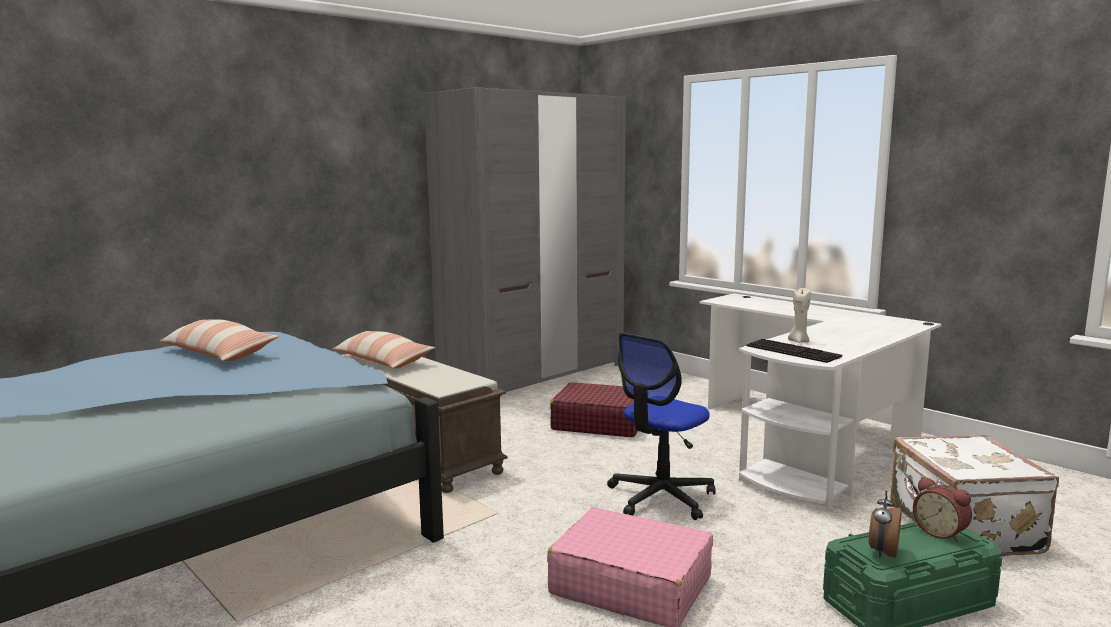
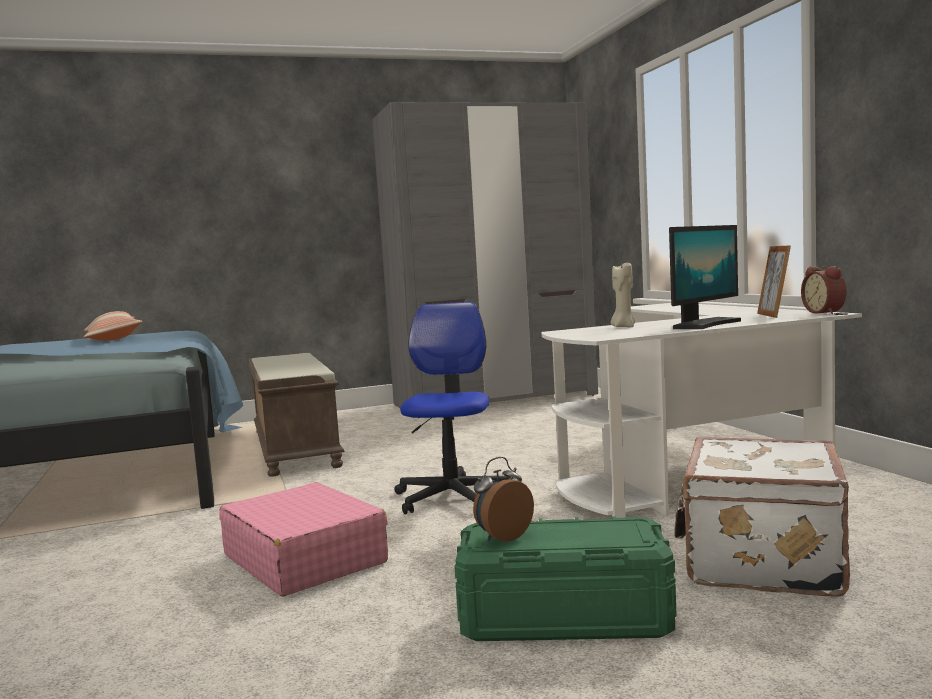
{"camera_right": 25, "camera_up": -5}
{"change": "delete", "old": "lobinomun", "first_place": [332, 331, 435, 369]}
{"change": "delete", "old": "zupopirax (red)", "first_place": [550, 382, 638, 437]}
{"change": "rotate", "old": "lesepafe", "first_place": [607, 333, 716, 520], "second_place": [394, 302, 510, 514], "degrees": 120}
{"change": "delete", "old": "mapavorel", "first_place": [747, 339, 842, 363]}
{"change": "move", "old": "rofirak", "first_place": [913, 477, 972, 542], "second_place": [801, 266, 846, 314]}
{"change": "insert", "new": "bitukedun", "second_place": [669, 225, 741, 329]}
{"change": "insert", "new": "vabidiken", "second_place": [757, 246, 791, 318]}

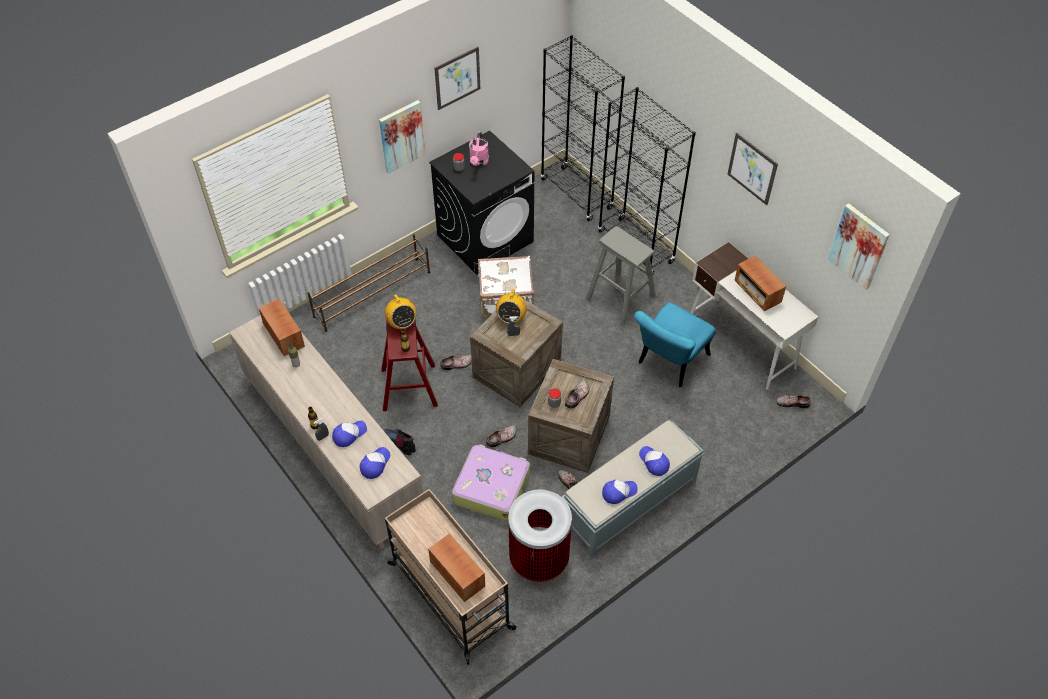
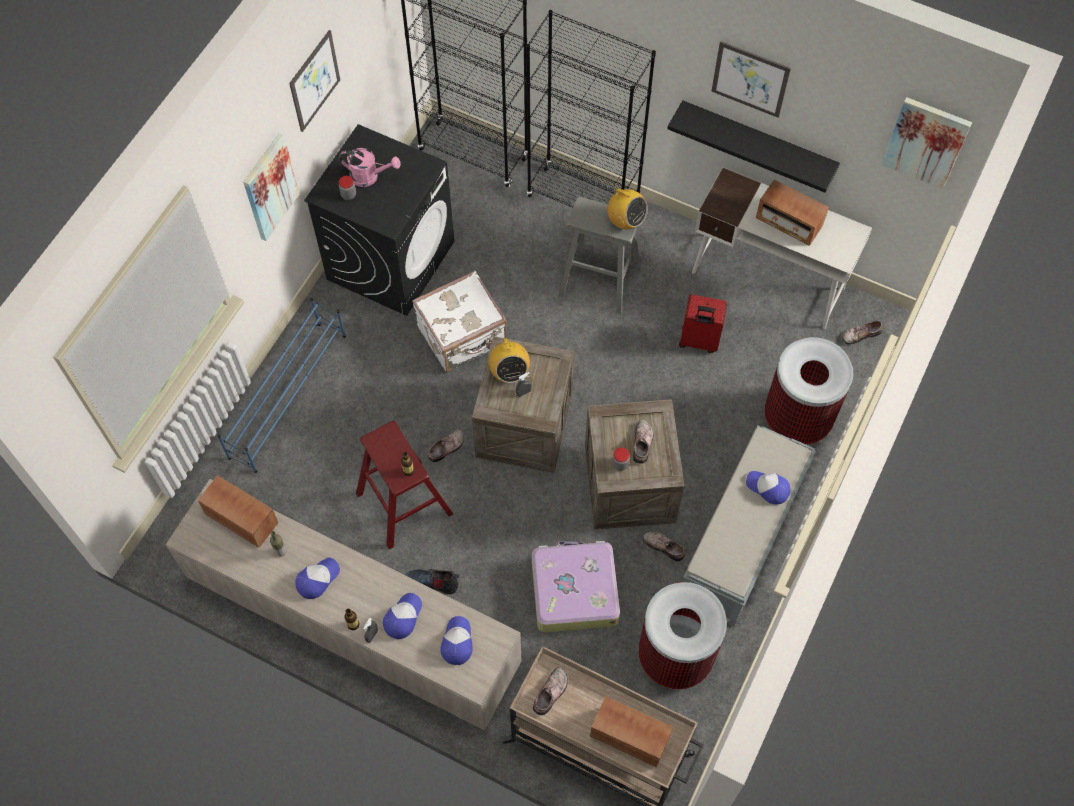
{"camera_right": -25, "camera_up": 10}
{"change": "recolor", "old": "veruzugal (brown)", "new": "veruzugal (blue)", "first_place": [307, 234, 430, 332], "second_place": [217, 298, 346, 473]}
{"change": "move", "old": "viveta", "first_place": [385, 294, 417, 330], "second_place": [604, 188, 648, 229]}
{"change": "rotate", "old": "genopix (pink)", "first_place": [469, 132, 489, 167], "second_place": [339, 148, 400, 187], "degrees": -60}
{"change": "move", "old": "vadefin", "first_place": [486, 425, 516, 447], "second_place": [533, 667, 568, 715]}
{"change": "move", "old": "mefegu", "first_place": [602, 479, 638, 504], "second_place": [295, 558, 340, 599]}
{"change": "replace", "old": "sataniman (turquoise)", "new": "zupopirax (red)", "first_place": [634, 302, 716, 387], "second_place": [679, 295, 727, 353]}
{"change": "insert", "new": "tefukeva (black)", "second_place": [667, 100, 840, 193]}
{"change": "insert", "new": "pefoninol", "second_place": [764, 337, 853, 444]}

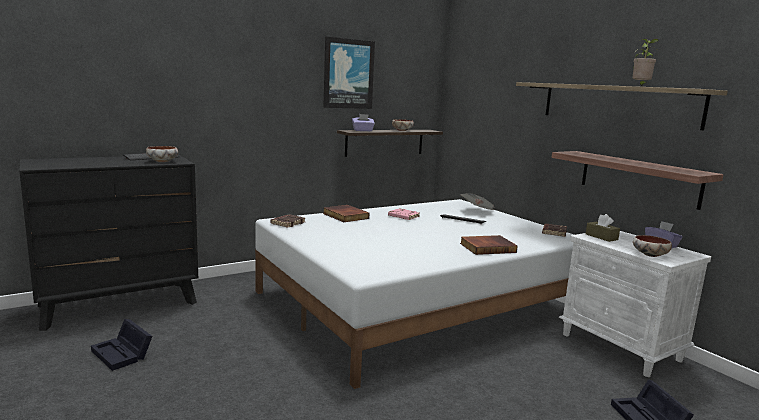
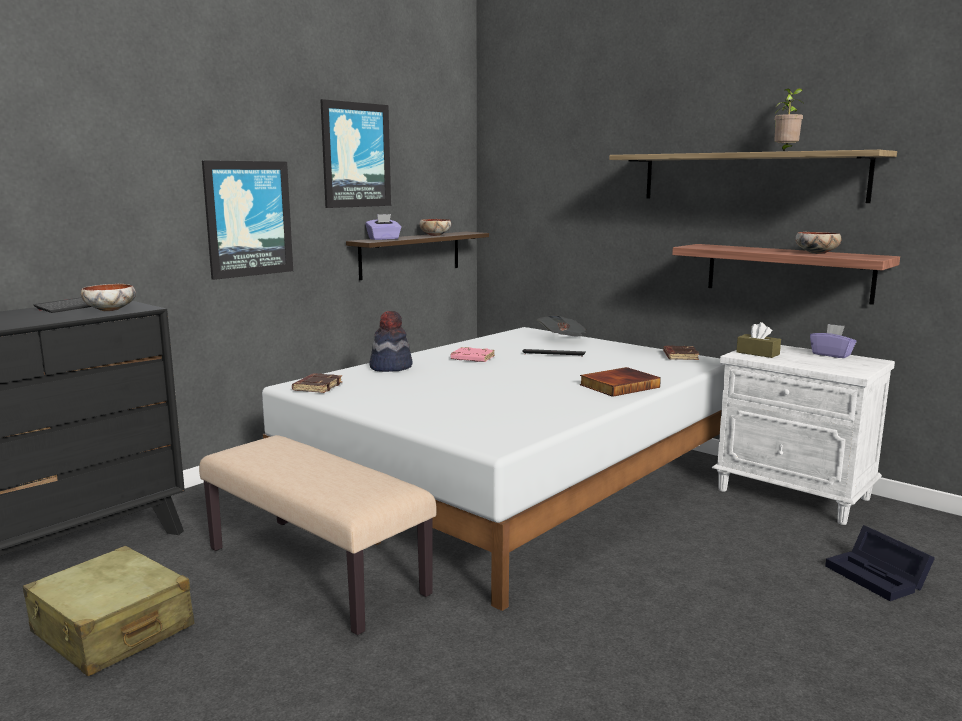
{"camera_right": -15, "camera_up": 0}
{"change": "replace", "old": "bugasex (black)", "new": "zupopirax (beige)", "first_place": [91, 319, 152, 371], "second_place": [23, 546, 194, 677]}
{"change": "replace", "old": "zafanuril", "new": "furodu", "first_place": [323, 205, 369, 222], "second_place": [369, 311, 412, 372]}
{"change": "move", "old": "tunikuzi", "first_place": [633, 235, 672, 257], "second_place": [795, 232, 841, 254]}
{"change": "insert", "new": "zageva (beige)", "second_place": [199, 435, 437, 635]}
{"change": "insert", "new": "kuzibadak", "second_place": [202, 160, 293, 280]}

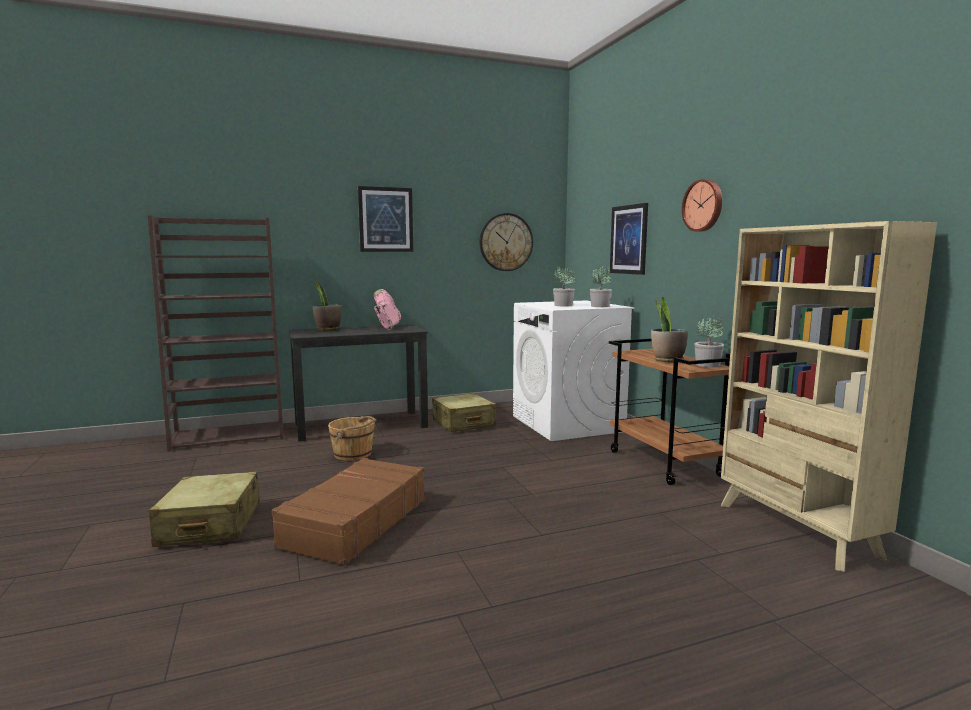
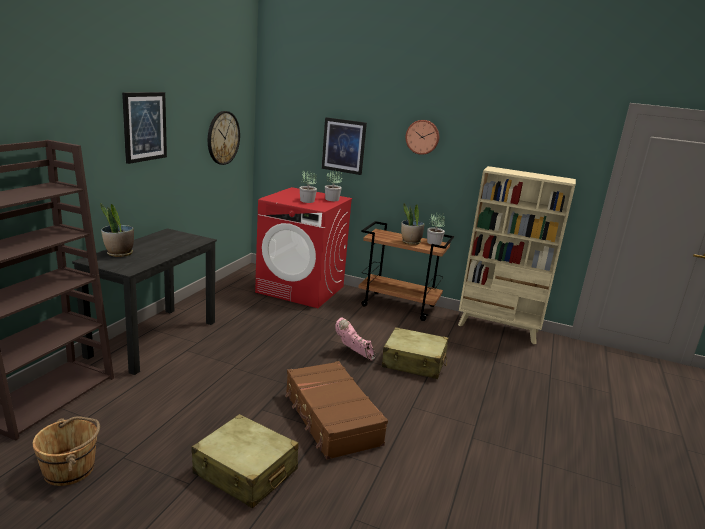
{"camera_right": -50, "camera_up": 10}
{"change": "move", "old": "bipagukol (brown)", "first_place": [328, 416, 377, 461], "second_place": [32, 416, 100, 486]}
{"change": "move", "old": "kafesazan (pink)", "first_place": [374, 289, 401, 330], "second_place": [335, 317, 375, 361]}
{"change": "move", "old": "zupopirax (beige)", "first_place": [432, 393, 496, 432], "second_place": [382, 327, 448, 379]}
{"change": "recolor", "old": "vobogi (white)", "new": "vobogi (red)", "first_place": [513, 300, 634, 441], "second_place": [255, 187, 352, 308]}

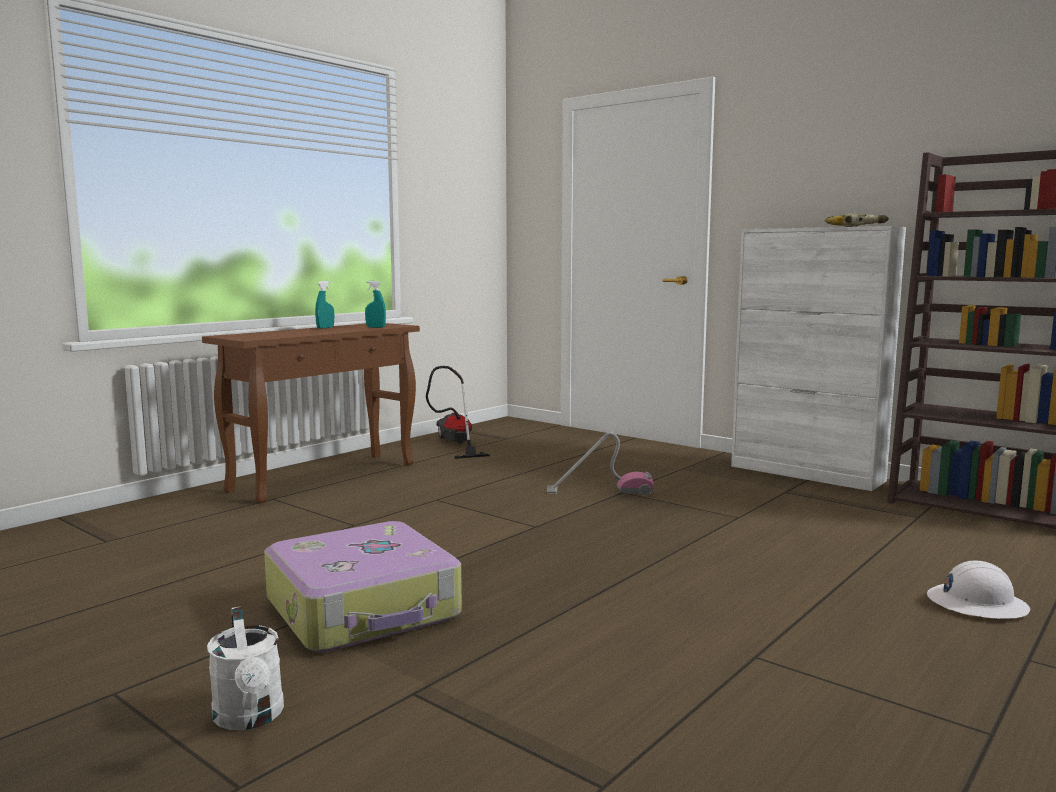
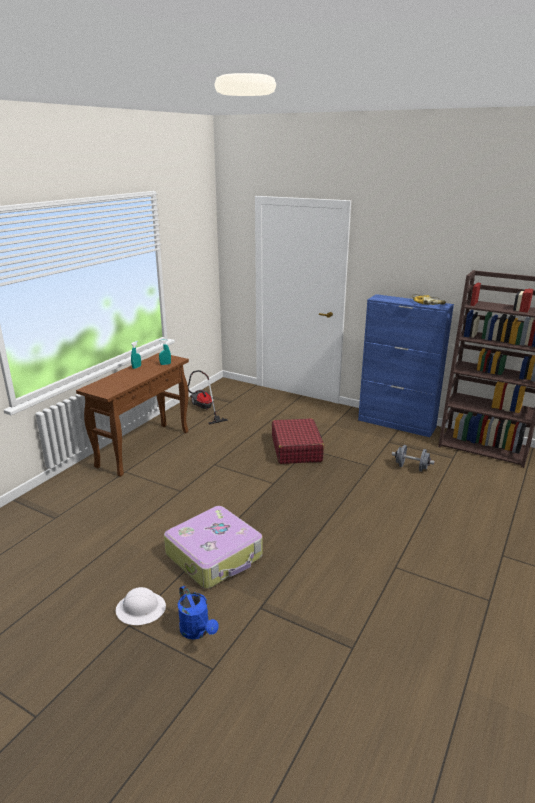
{"camera_right": -10, "camera_up": 15}
{"change": "recolor", "old": "genopix (white)", "new": "genopix (blue)", "first_place": [207, 606, 284, 730], "second_place": [178, 586, 219, 640]}
{"change": "replace", "old": "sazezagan", "new": "zupopirax (red)", "first_place": [547, 432, 654, 495], "second_place": [272, 418, 324, 464]}
{"change": "recolor", "old": "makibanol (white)", "new": "makibanol (blue)", "first_place": [731, 226, 906, 491], "second_place": [358, 294, 454, 437]}
{"change": "move", "old": "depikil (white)", "first_place": [927, 561, 1030, 619], "second_place": [116, 587, 166, 625]}
{"change": "insert", "new": "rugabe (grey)", "second_place": [392, 445, 435, 472]}

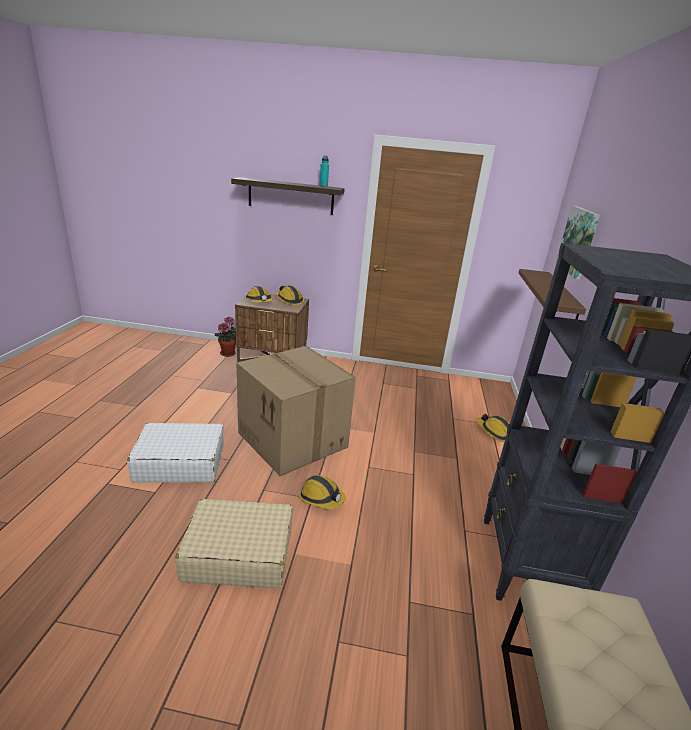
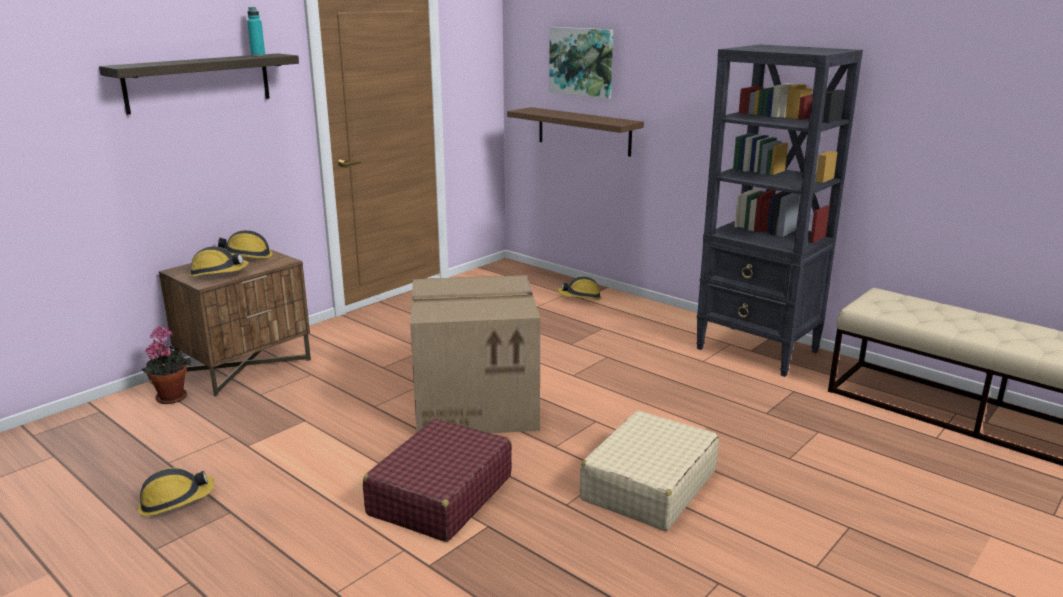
{"camera_right": -55, "camera_up": -5}
{"change": "recolor", "old": "zupopirax (white)", "new": "zupopirax (red)", "first_place": [127, 423, 224, 482], "second_place": [363, 419, 512, 542]}
{"change": "move", "old": "depikil", "first_place": [299, 475, 346, 509], "second_place": [138, 468, 214, 516]}

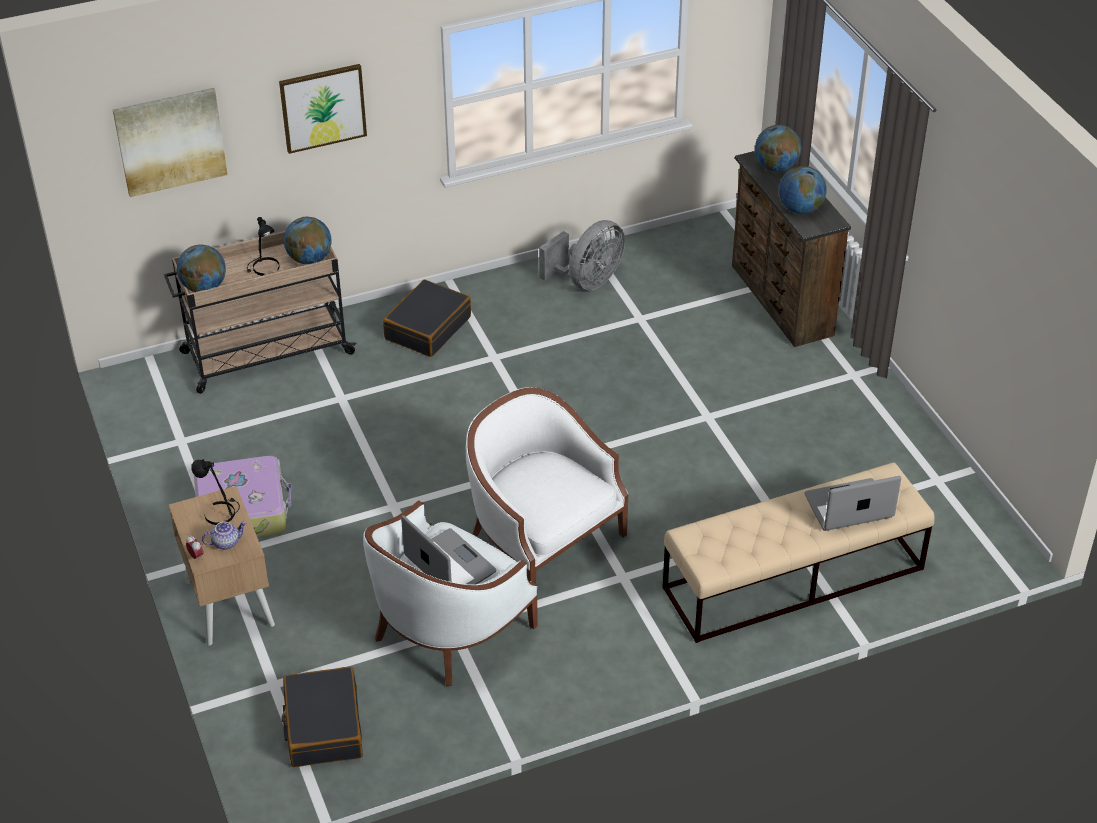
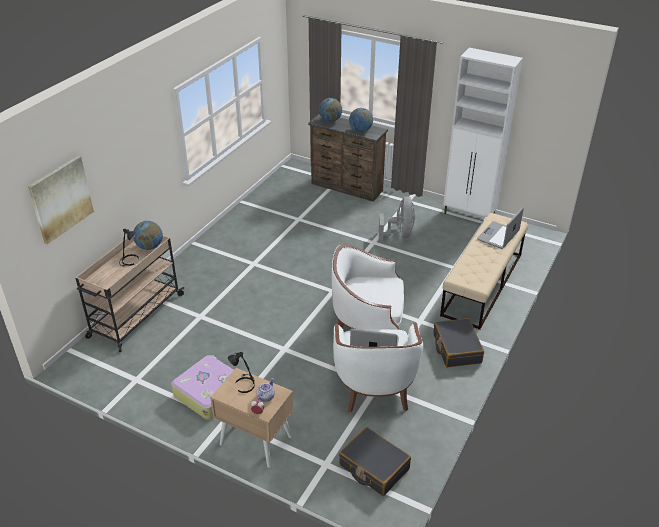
{"camera_right": -40, "camera_up": -5}
{"change": "delete", "old": "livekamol", "first_place": [177, 245, 226, 292]}
{"change": "delete", "old": "kuzibadak", "first_place": [279, 64, 367, 154]}
{"change": "move", "old": "zupopirax (black)", "first_place": [383, 280, 471, 357], "second_place": [434, 318, 484, 367]}
{"change": "move", "old": "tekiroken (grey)", "first_place": [539, 220, 625, 290], "second_place": [379, 196, 415, 243]}
{"change": "insert", "new": "makibanol (white)", "second_place": [443, 48, 523, 217]}

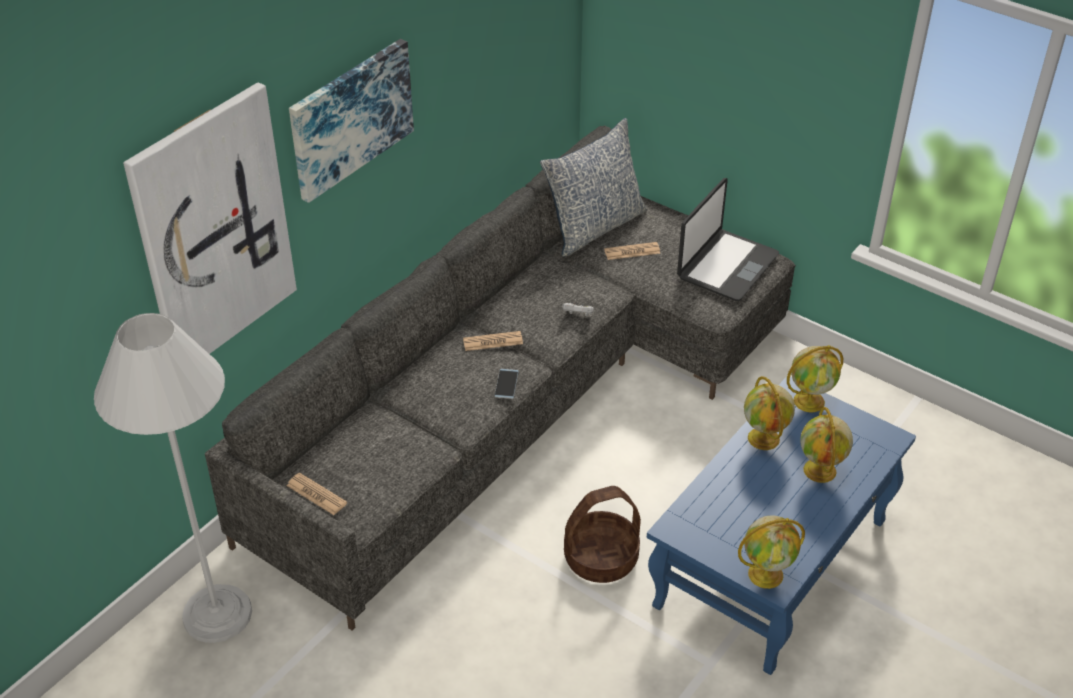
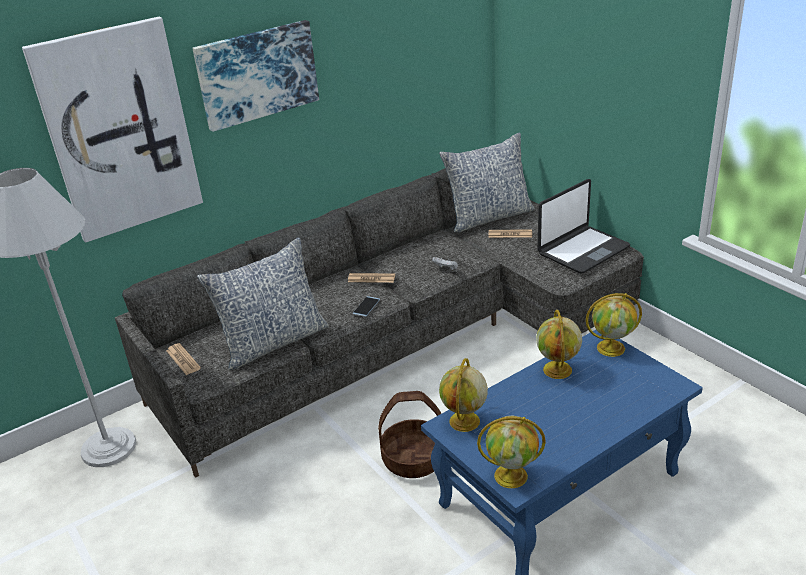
{"camera_right": 20, "camera_up": -10}
{"change": "move", "old": "livekamol", "first_place": [800, 407, 853, 483], "second_place": [439, 358, 488, 432]}
{"change": "insert", "new": "lobinomun", "second_place": [197, 237, 329, 370]}

